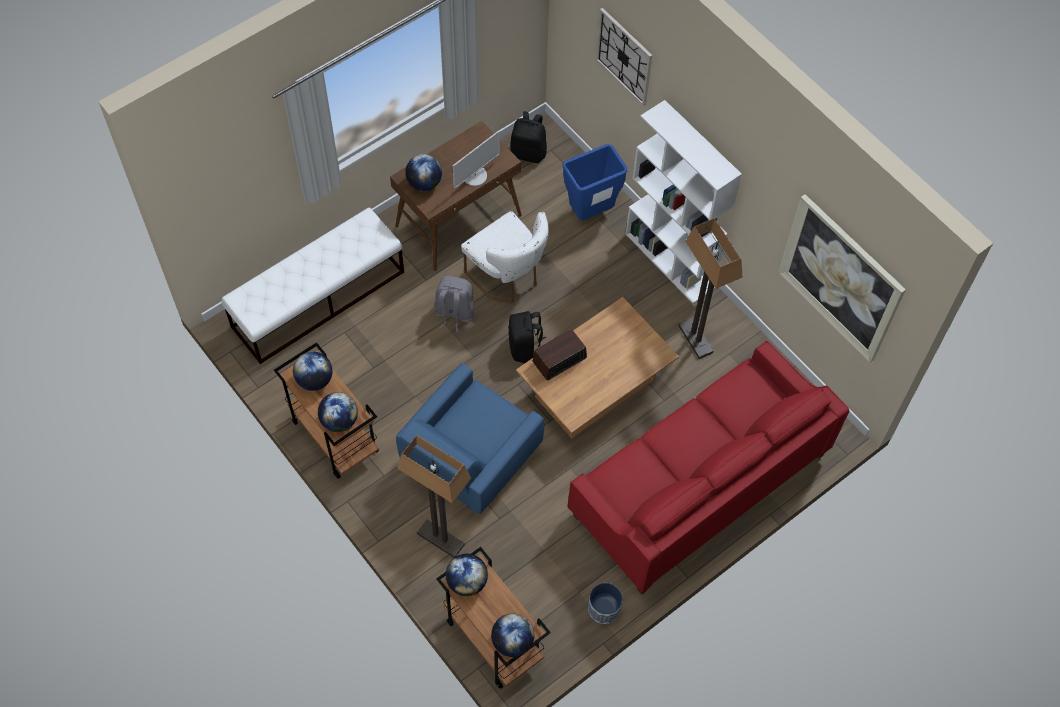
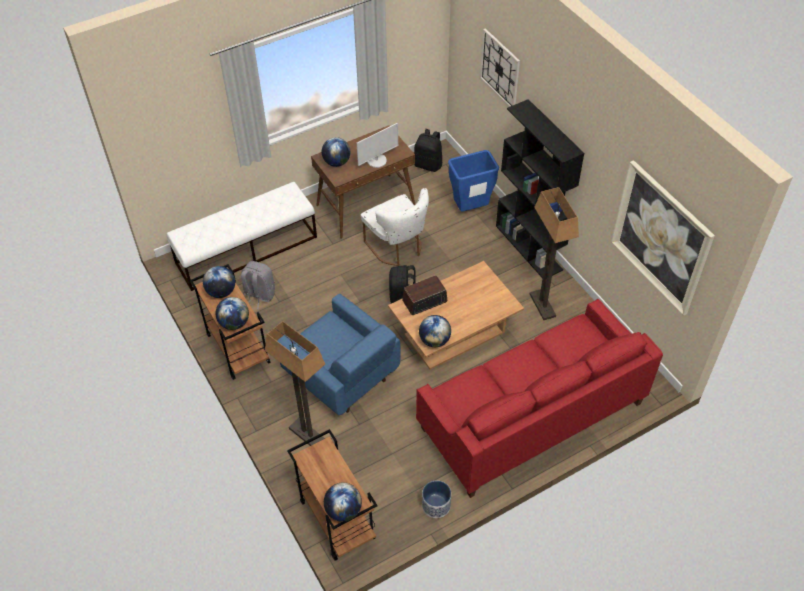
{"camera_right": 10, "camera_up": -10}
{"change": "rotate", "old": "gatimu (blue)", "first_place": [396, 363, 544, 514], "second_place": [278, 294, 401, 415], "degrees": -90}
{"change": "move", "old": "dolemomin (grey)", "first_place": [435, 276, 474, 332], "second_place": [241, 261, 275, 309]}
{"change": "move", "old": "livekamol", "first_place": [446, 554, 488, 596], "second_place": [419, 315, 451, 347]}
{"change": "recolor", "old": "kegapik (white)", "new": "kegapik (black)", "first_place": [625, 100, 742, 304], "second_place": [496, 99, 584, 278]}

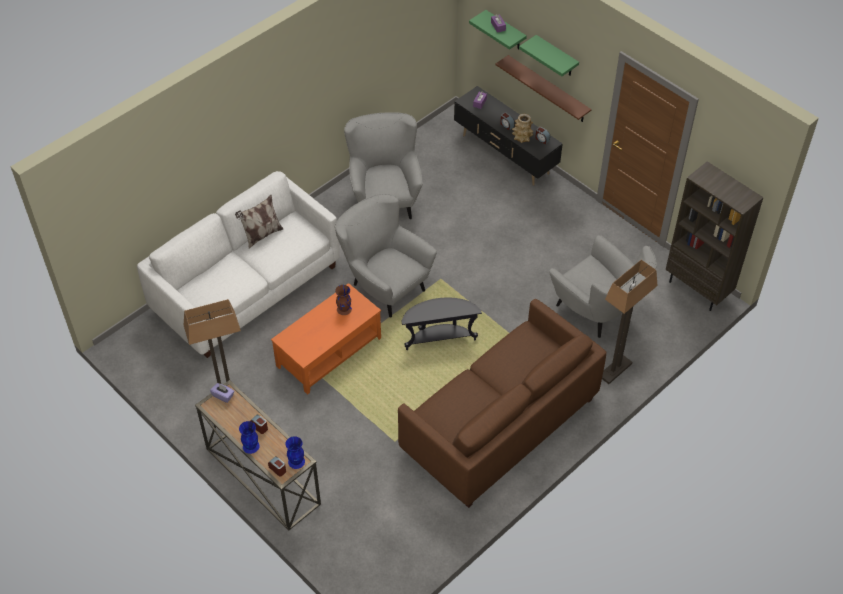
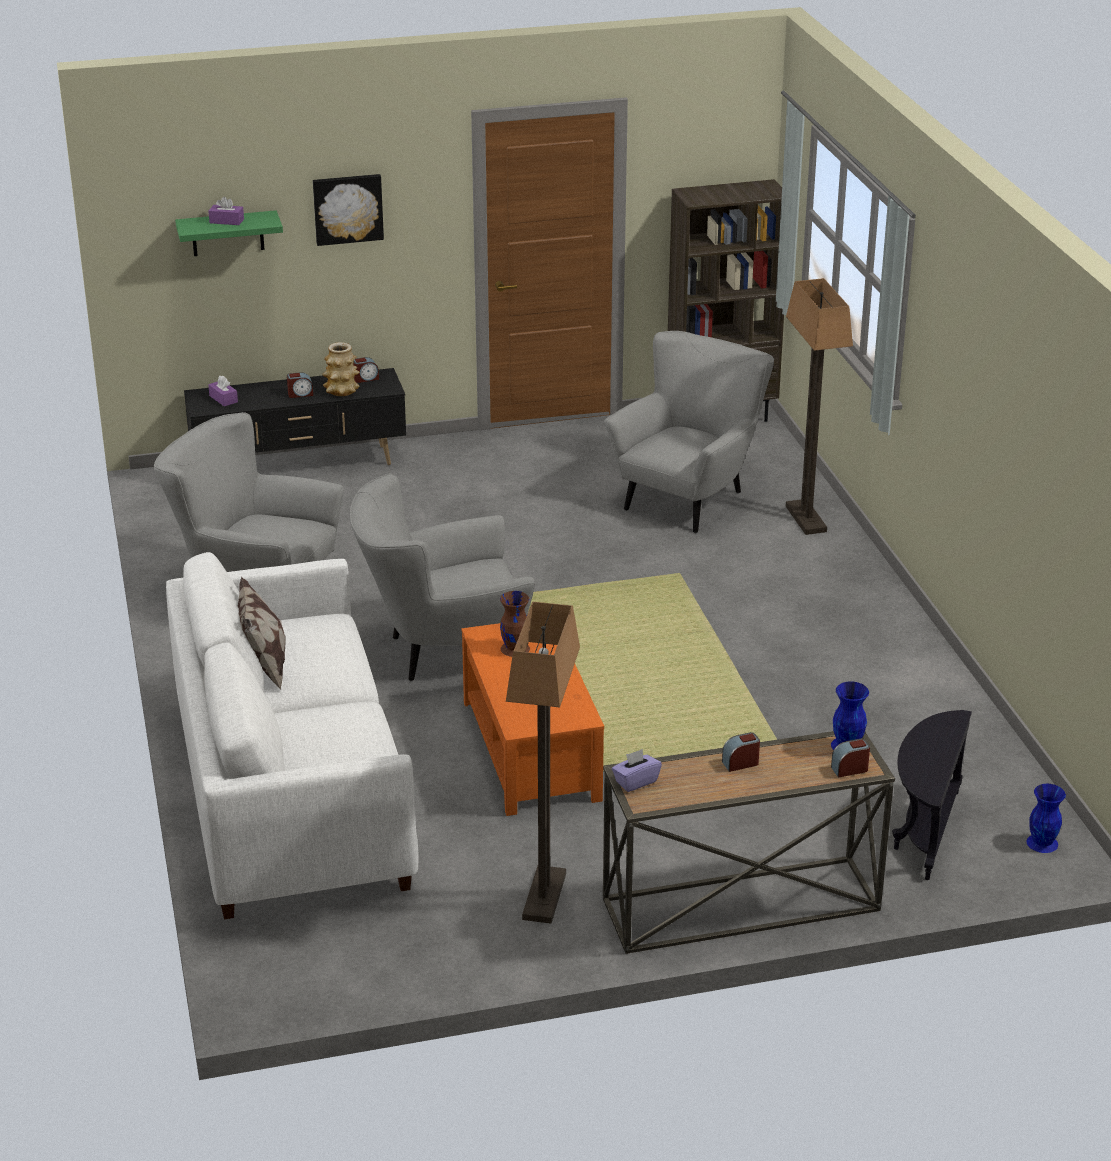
{"camera_right": -60, "camera_up": -20}
{"change": "move", "old": "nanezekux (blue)", "first_place": [239, 421, 259, 454], "second_place": [1027, 784, 1066, 853]}
{"change": "delete", "old": "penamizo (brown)", "first_place": [398, 299, 607, 508]}
{"change": "move", "old": "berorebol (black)", "first_place": [401, 297, 482, 350], "second_place": [892, 710, 972, 880]}
{"change": "delete", "old": "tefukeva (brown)", "first_place": [495, 55, 591, 122]}
{"change": "replace", "old": "tefukeva (green)", "new": "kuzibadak", "first_place": [519, 35, 579, 76], "second_place": [313, 174, 384, 246]}
{"change": "rotate", "old": "gatimu (grey)", "first_place": [549, 235, 657, 338], "second_place": [604, 331, 774, 533], "degrees": -45}

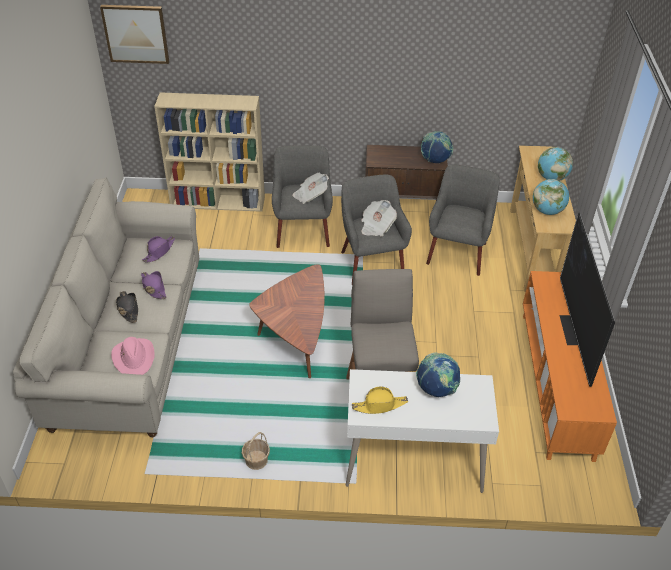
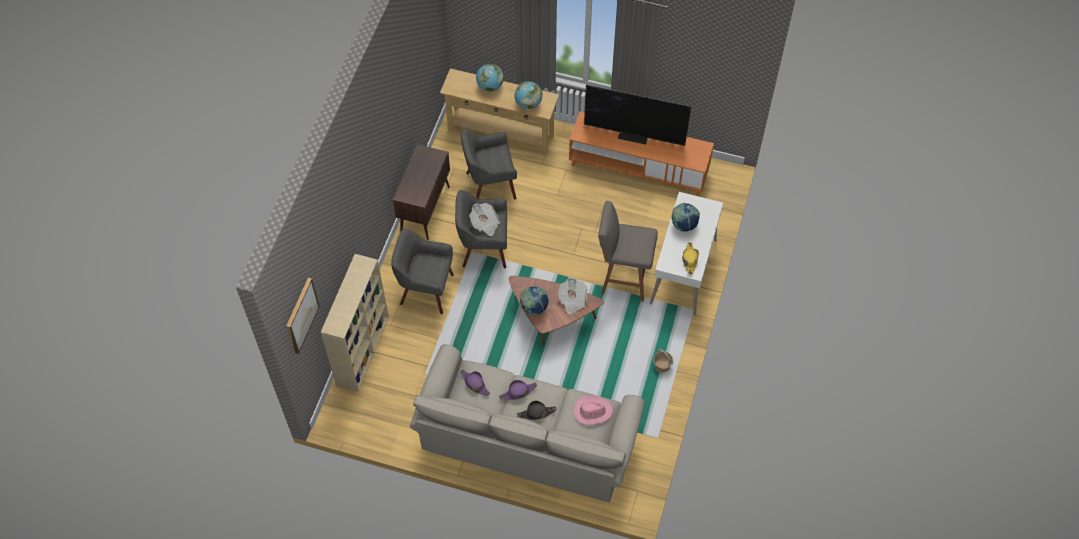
{"camera_right": -75, "camera_up": 15}
{"change": "move", "old": "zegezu", "first_place": [293, 173, 329, 204], "second_place": [558, 277, 587, 314]}
{"change": "move", "old": "livekamol", "first_place": [421, 131, 453, 163], "second_place": [520, 287, 548, 315]}
{"change": "rotate", "old": "gatimu (grey)", "first_place": [426, 165, 500, 276], "second_place": [461, 129, 517, 200], "degrees": -45}

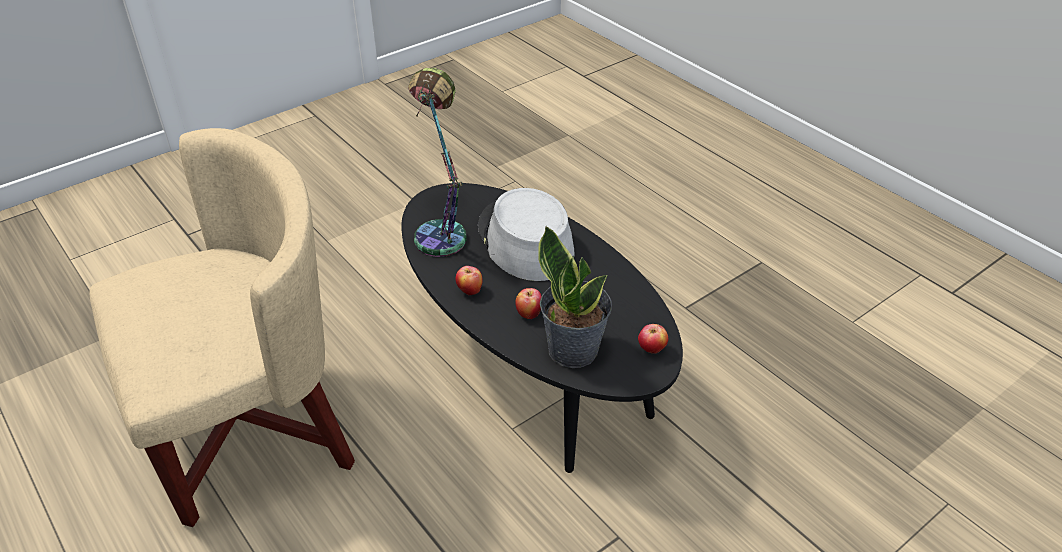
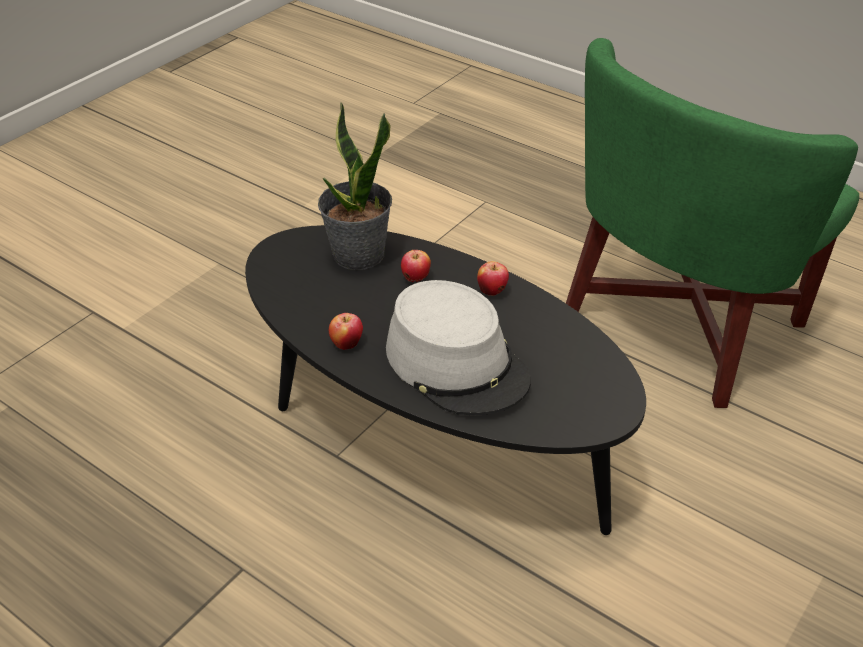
{"camera_right": 165, "camera_up": 0}
{"change": "recolor", "old": "gatimu (beige)", "new": "gatimu (green)", "first_place": [89, 128, 355, 527], "second_place": [566, 38, 859, 408]}
{"change": "delete", "old": "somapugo", "first_place": [408, 67, 467, 257]}
{"change": "move", "old": "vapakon", "first_place": [638, 324, 668, 354], "second_place": [329, 313, 363, 350]}

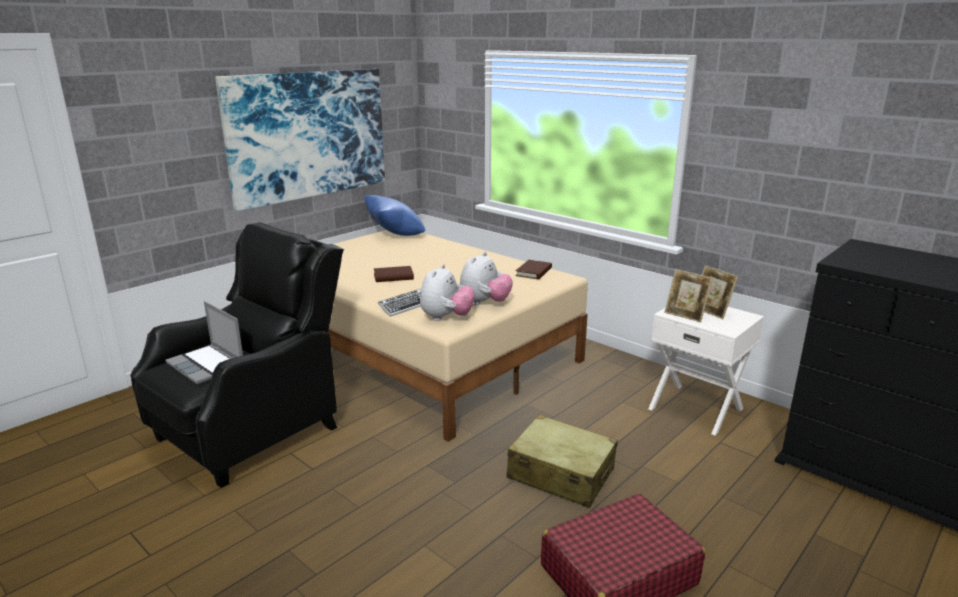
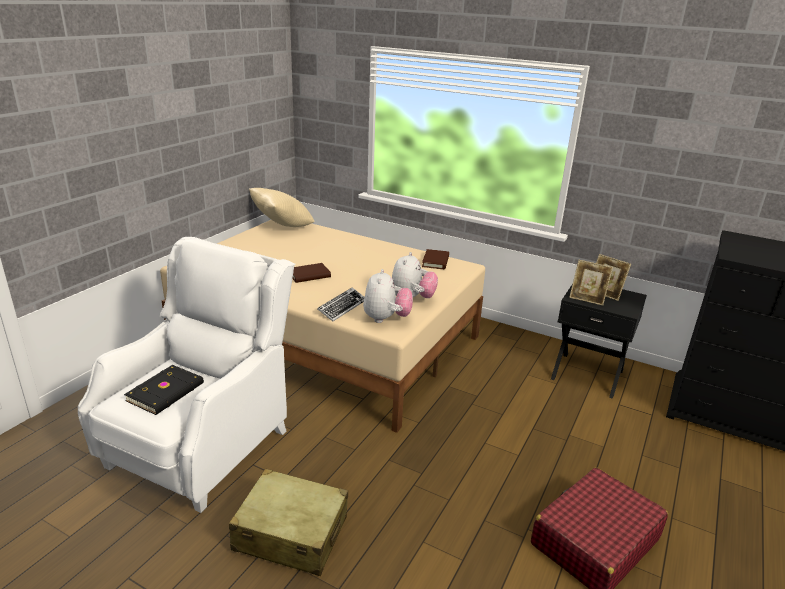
{"camera_right": -15, "camera_up": 5}
{"change": "recolor", "old": "gatimu (black)", "new": "gatimu (white)", "first_place": [130, 223, 344, 488], "second_place": [78, 237, 295, 513]}
{"change": "replace", "old": "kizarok", "new": "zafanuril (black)", "first_place": [165, 301, 243, 385], "second_place": [124, 365, 204, 415]}
{"change": "delete", "old": "kuzibadak", "first_place": [215, 69, 385, 211]}
{"change": "recolor", "old": "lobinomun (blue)", "new": "lobinomun (beige)", "first_place": [365, 195, 426, 236], "second_place": [249, 188, 315, 227]}
{"change": "move", "old": "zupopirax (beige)", "first_place": [507, 415, 618, 508], "second_place": [229, 469, 348, 576]}
{"change": "recolor", "old": "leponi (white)", "new": "leponi (black)", "first_place": [648, 307, 764, 436], "second_place": [551, 285, 647, 399]}

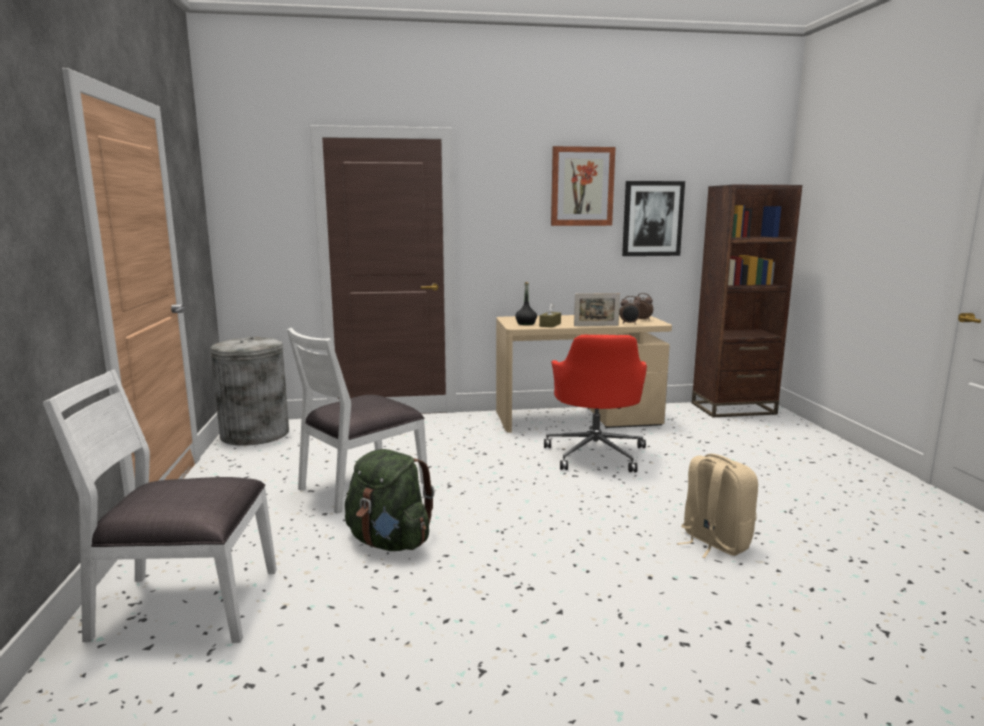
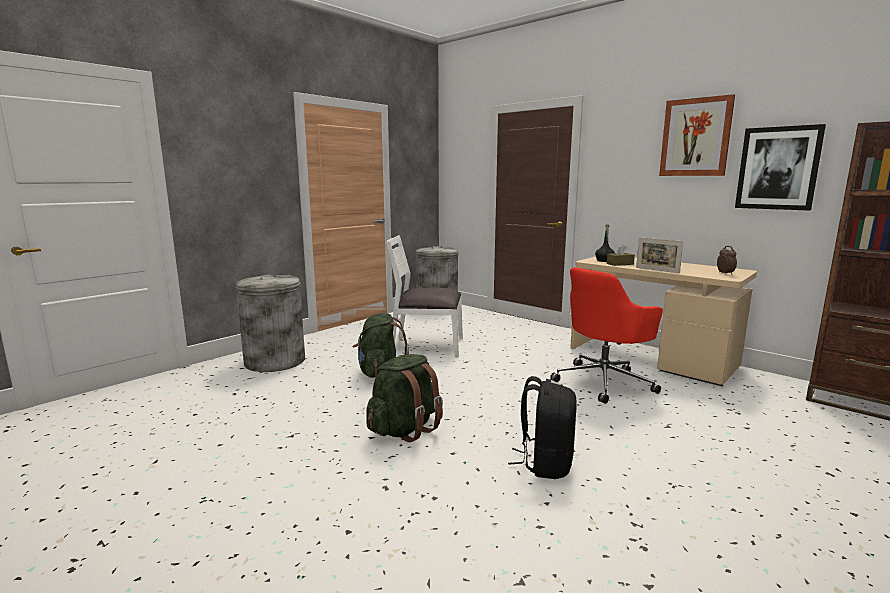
{"camera_right": 50, "camera_up": 0}
{"change": "replace", "old": "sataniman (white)", "new": "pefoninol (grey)", "first_place": [43, 369, 277, 643], "second_place": [235, 275, 305, 372]}
{"change": "delete", "old": "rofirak", "first_place": [619, 296, 641, 324]}
{"change": "recolor", "old": "dolemomin (beige)", "new": "dolemomin (black)", "first_place": [677, 454, 758, 558], "second_place": [508, 376, 577, 479]}
{"change": "insert", "new": "dolemomin (green)", "second_place": [366, 354, 443, 442]}

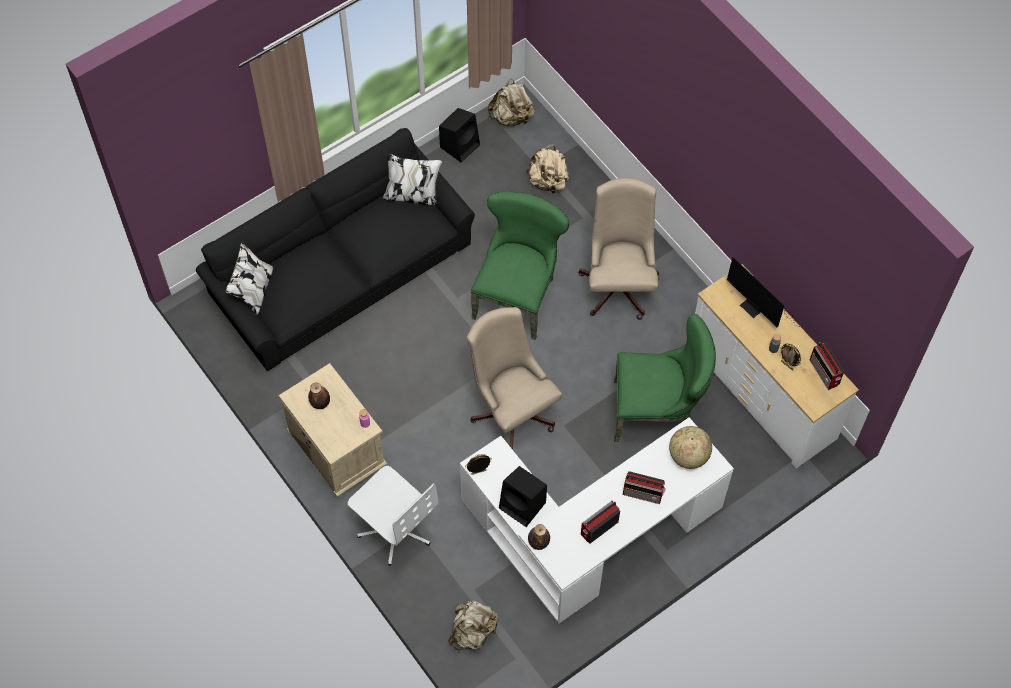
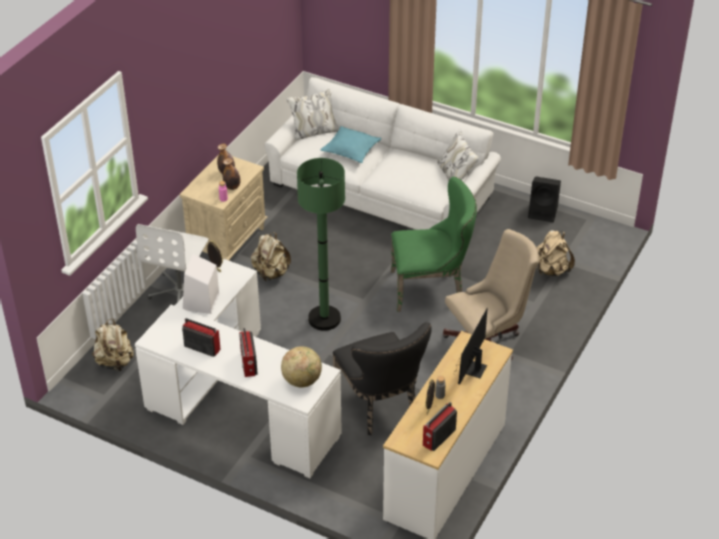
{"camera_right": 65, "camera_up": -20}
{"change": "recolor", "old": "penamizo (black)", "new": "penamizo (white)", "first_place": [196, 128, 475, 371], "second_place": [264, 77, 501, 230]}
{"change": "replace", "old": "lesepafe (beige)", "new": "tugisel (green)", "first_place": [466, 307, 562, 450], "second_place": [297, 158, 345, 331]}
{"change": "move", "old": "dolemomin (beige)", "first_place": [488, 78, 535, 126], "second_place": [251, 232, 291, 281]}
{"change": "recolor", "old": "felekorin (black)", "new": "felekorin (white)", "first_place": [499, 466, 547, 527], "second_place": [183, 254, 219, 314]}
{"change": "move", "old": "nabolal", "first_place": [528, 524, 550, 550], "second_place": [223, 158, 241, 190]}
{"change": "recolor", "old": "sataniman (green)", "new": "sataniman (black)", "first_place": [614, 314, 716, 442], "second_place": [333, 322, 432, 435]}
{"change": "insert", "new": "lobinomun (turquoise)", "second_place": [321, 126, 382, 163]}

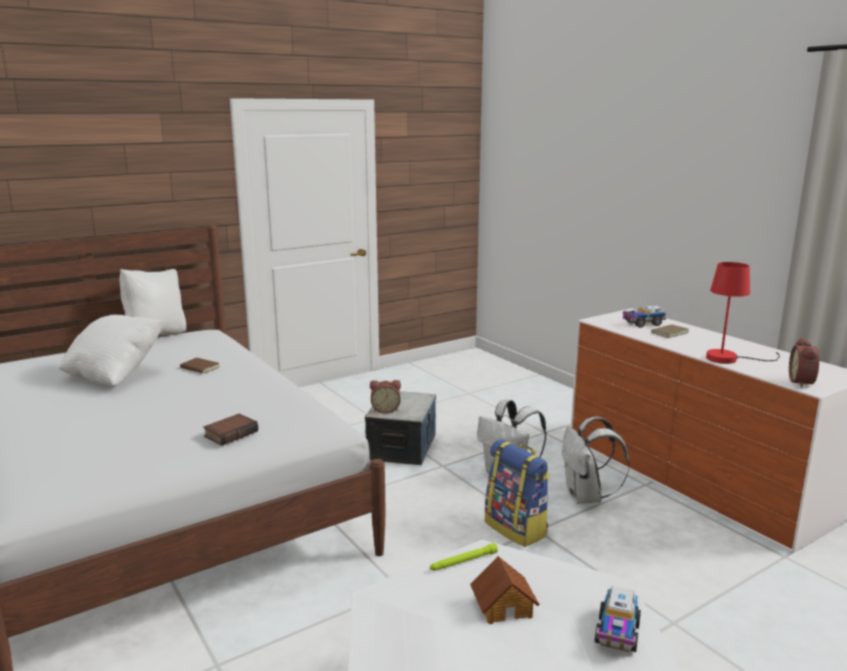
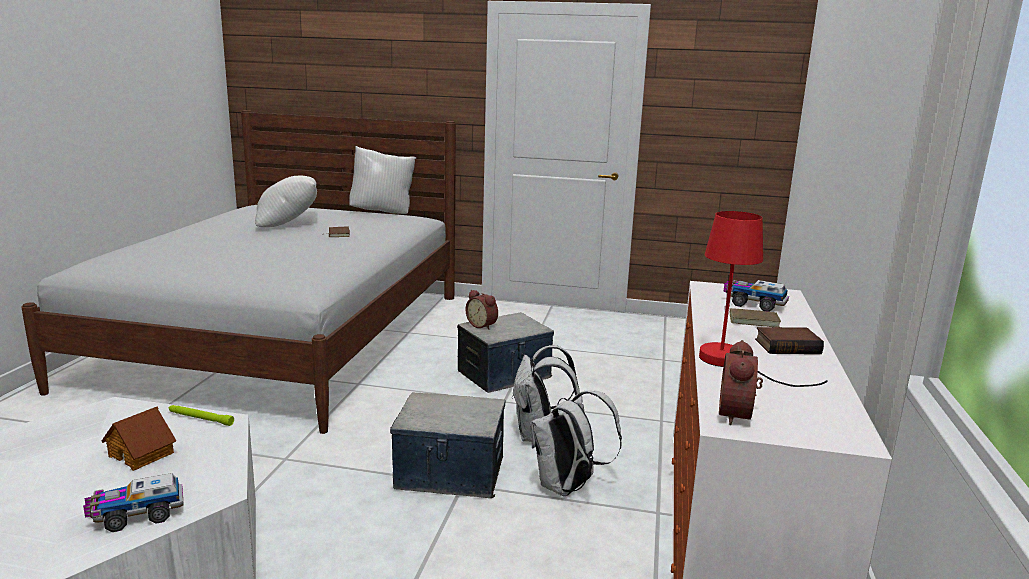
{"camera_right": 45, "camera_up": 0}
{"change": "move", "old": "zafanuril", "first_place": [203, 414, 258, 446], "second_place": [755, 327, 824, 354]}
{"change": "replace", "old": "dolemomin", "new": "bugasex", "first_place": [485, 439, 550, 547], "second_place": [390, 393, 506, 498]}
{"change": "rotate", "old": "rofirak", "first_place": [789, 338, 819, 388], "second_place": [719, 340, 763, 425], "degrees": -45}

